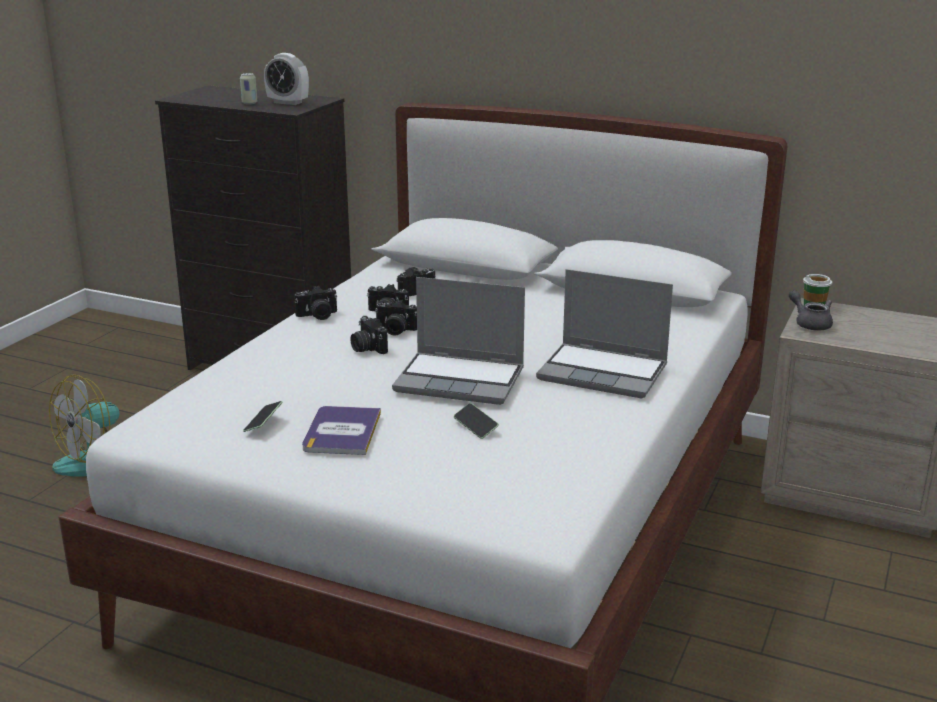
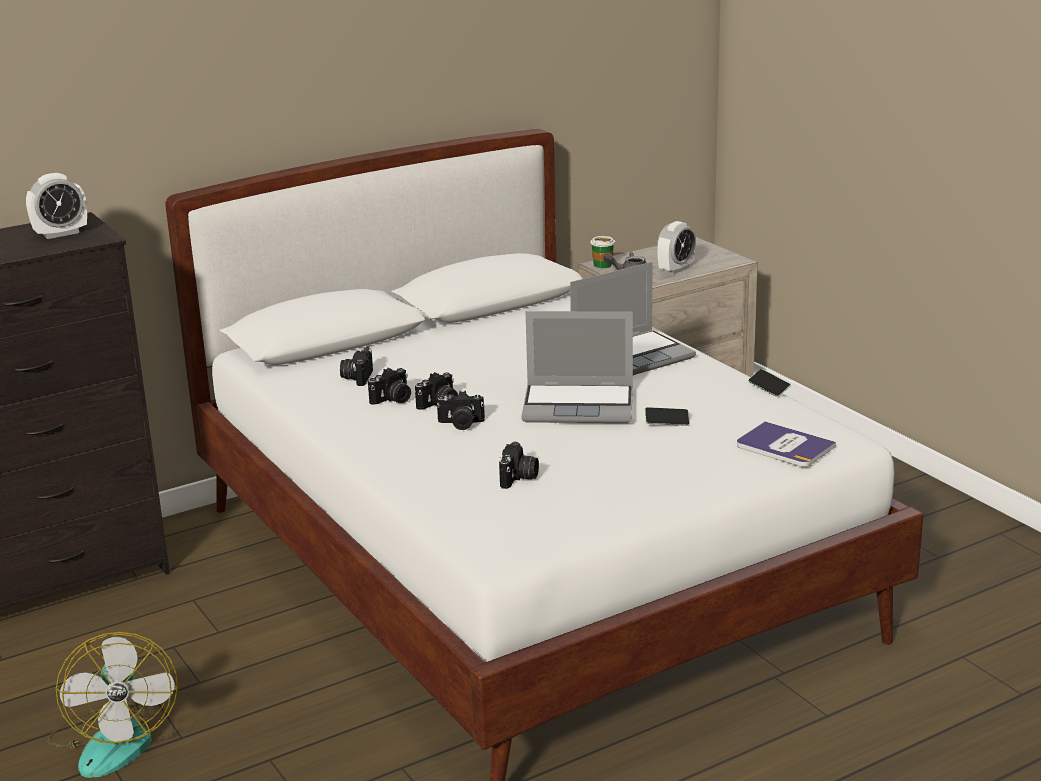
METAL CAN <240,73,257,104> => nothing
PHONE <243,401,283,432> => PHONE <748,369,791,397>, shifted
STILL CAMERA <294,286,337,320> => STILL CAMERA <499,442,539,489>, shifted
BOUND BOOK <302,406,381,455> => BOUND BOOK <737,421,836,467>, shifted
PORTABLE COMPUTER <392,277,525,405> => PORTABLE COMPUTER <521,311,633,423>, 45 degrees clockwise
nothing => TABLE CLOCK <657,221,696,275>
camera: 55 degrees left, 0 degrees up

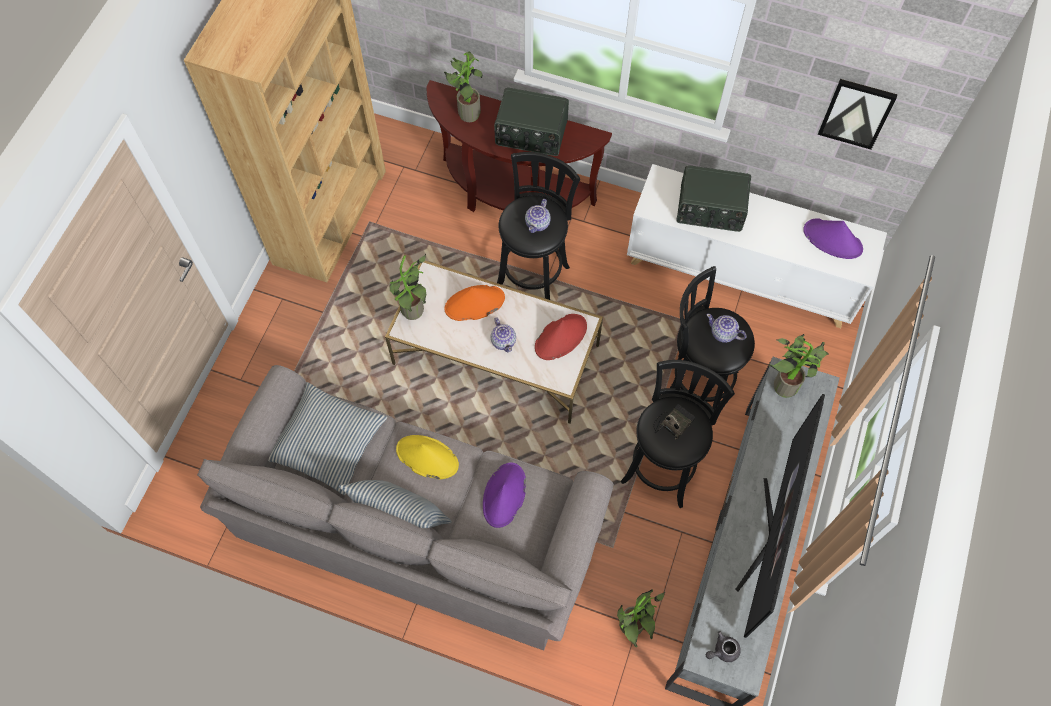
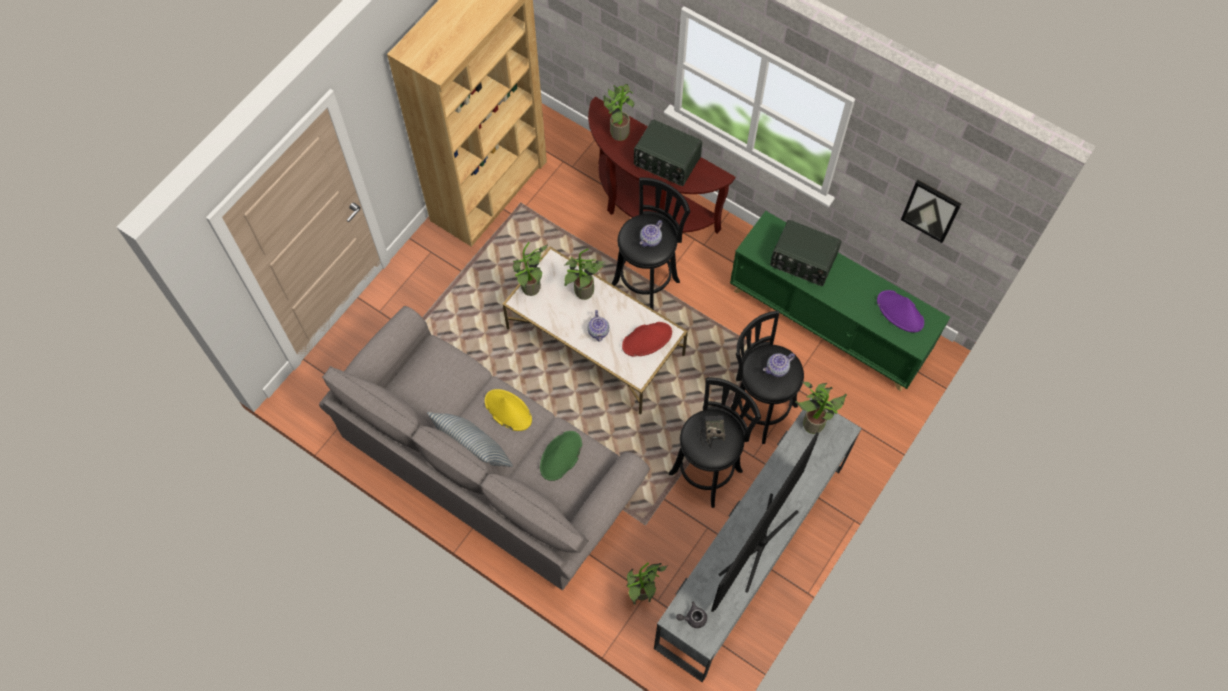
PILLOW <268,382,387,495> => nothing
ORANGE WEARABLE HAT <445,285,505,321> => HOUSEPLANT <564,248,606,300>
PURPLE-COLOURED WEARABLE HAT <483,462,526,528> => GREEN-COLOURED WEARABLE HAT <540,431,582,481>
WHITISH CABINET <627,164,887,328> => GREEN-COLOURED CABINET <730,211,950,391>
RADIO <653,404,696,440> => RADIO <701,416,725,448>, 60 degrees counterclockwise
POT FOR TEA <707,314,747,343> => POT FOR TEA <763,353,795,377>, 75 degrees counterclockwise
camera: 15 degrees right, 0 degrees up

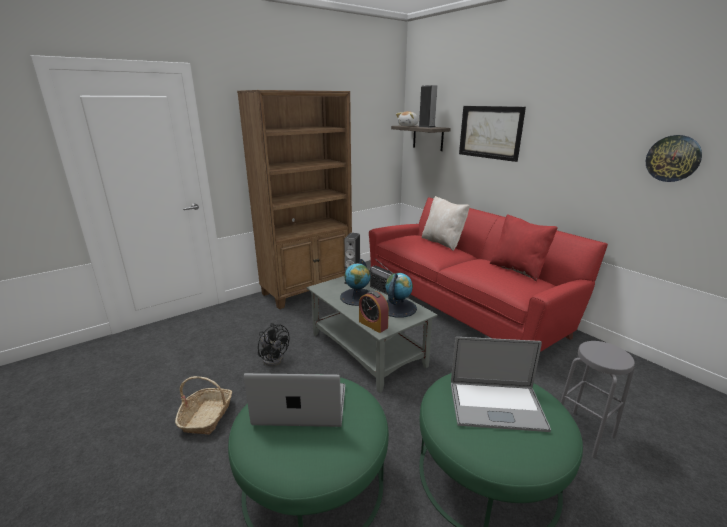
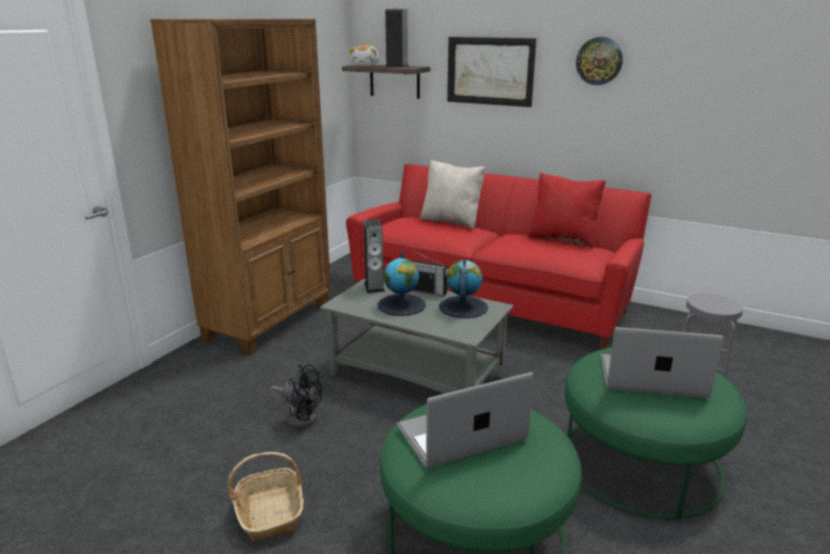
TABLE CLOCK <359,291,389,333> => nothing
PORTABLE COMPUTER <451,337,551,432> => PORTABLE COMPUTER <601,327,723,398>, 150 degrees counterclockwise
HANGING CLOCK <646,135,702,182> => HANGING CLOCK <576,37,623,85>, shifted
camera: 25 degrees left, 0 degrees up

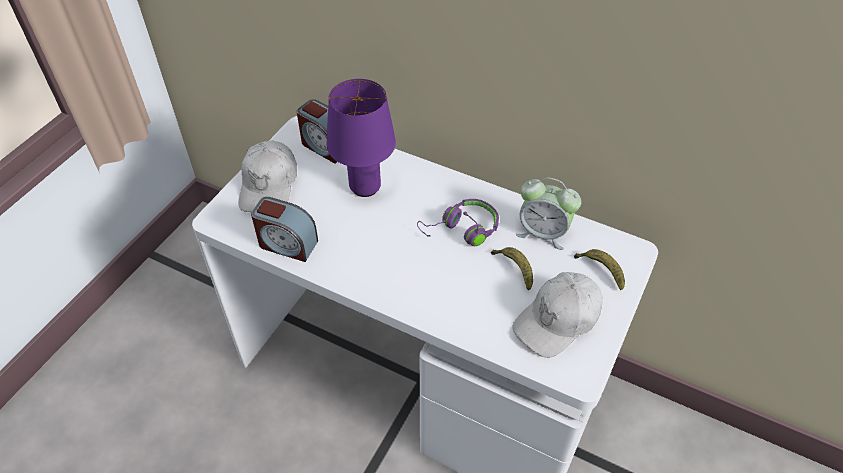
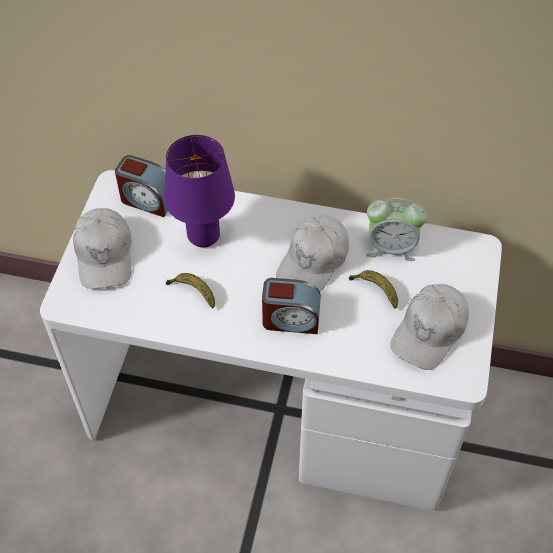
TABLE CLOCK <251,197,318,262> => TABLE CLOCK <262,278,321,334>, shifted
PURPLE-COLOURED HEADPHONES <417,199,499,246> => WHITISH CAP <276,216,349,292>
BANANA FRUIT <574,249,625,290> => BANANA FRUIT <166,273,215,308>, shifted
camera: 15 degrees left, 5 degrees up

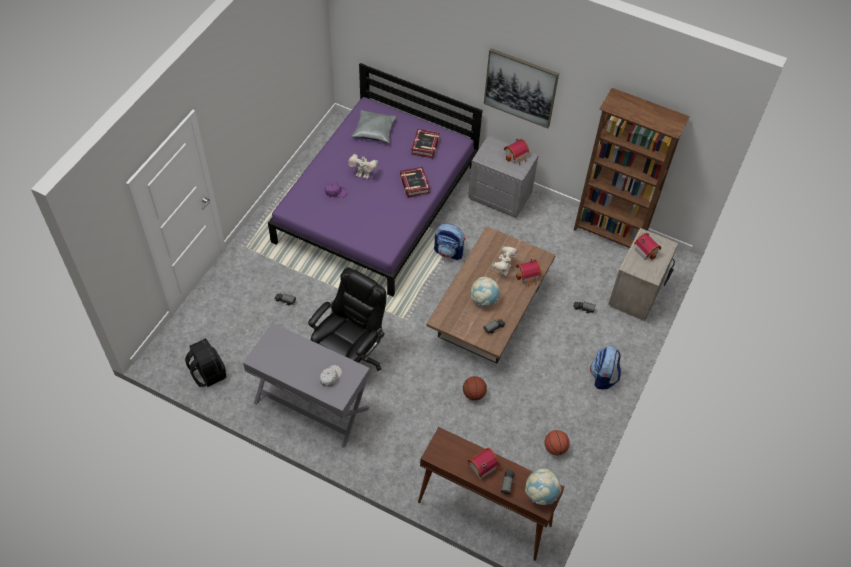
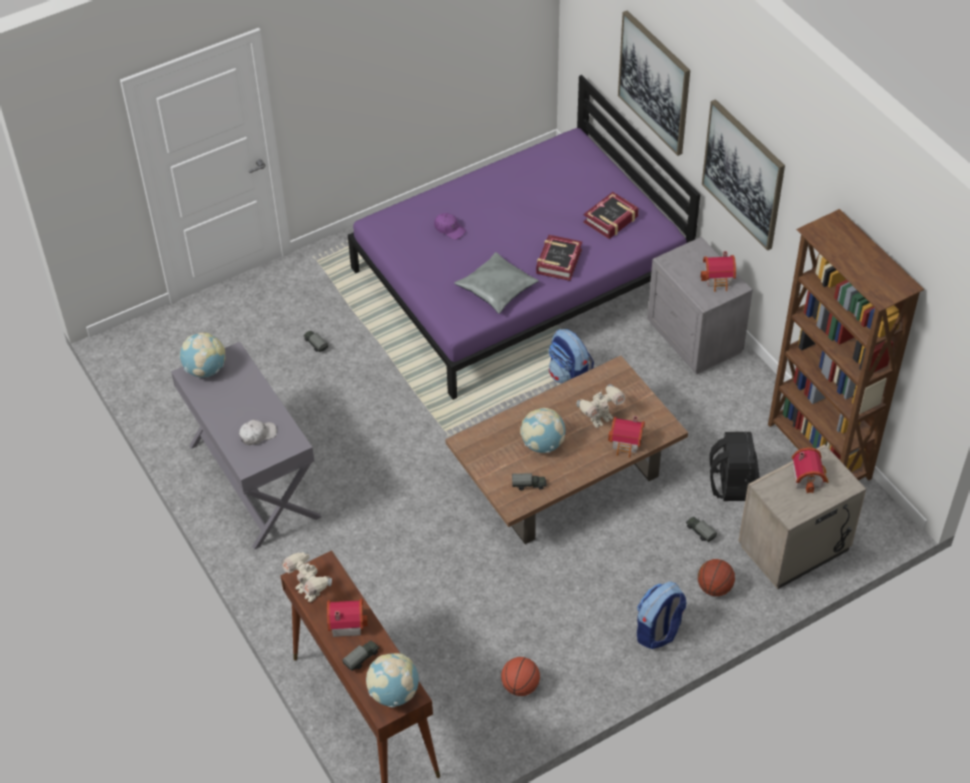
BLACK RUCKSACK <185,338,226,387> => BLACK RUCKSACK <710,431,760,501>, shifted
BLACK COMPUTER CHAIR <308,267,386,371> => nothing
MODEL ROBOT <348,154,378,179> => MODEL ROBOT <282,550,332,602>, shifted
GREYISH PILLOW <351,110,397,143> => GREYISH PILLOW <454,252,539,314>, shifted
BASKETBALL BALL <463,376,487,401> => BASKETBALL BALL <698,559,735,596>, shifted
nothing => DESK GLOBE <180,332,226,378>
nothing => WALL ART <618,10,690,156>
camera: 35 degrees right, 5 degrees down

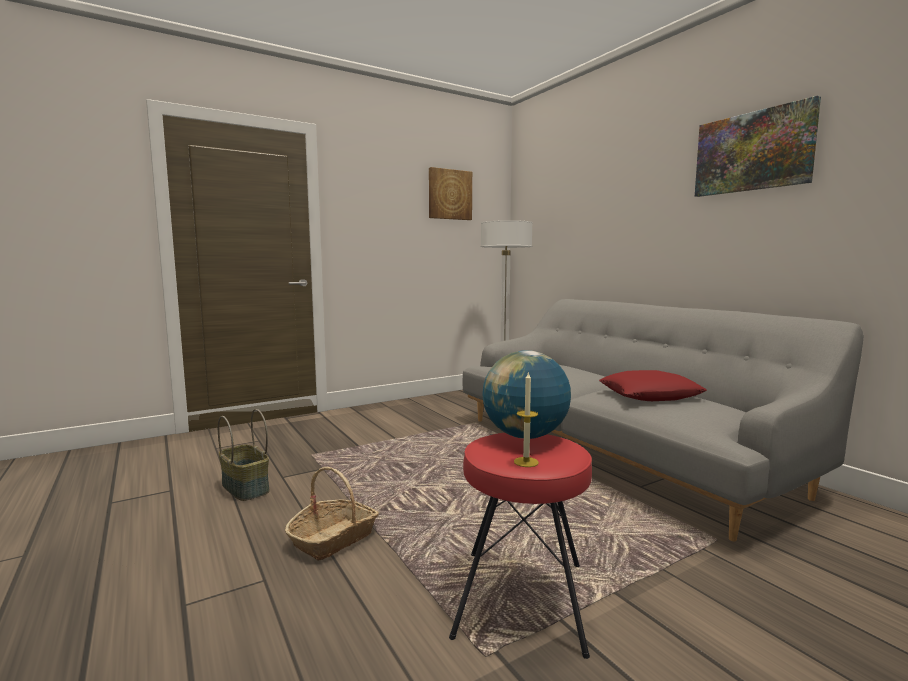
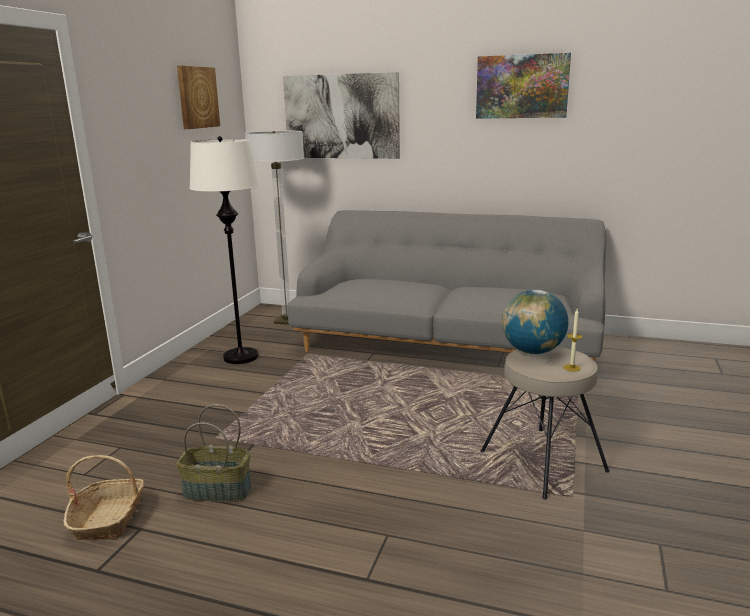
HOUSEHOLD BASKET <285,467,379,561> => HOUSEHOLD BASKET <64,455,144,540>, shifted
RED SITTING STOOL <449,433,592,659> => SAND-COLOURED SITTING STOOL <480,347,609,499>
RED PILLOW <599,370,707,401> => nothing
nothing => WHITISH STANDING LAMP <189,136,259,364>
nothing => WALL ART <283,72,400,159>
camera: 40 degrees left, 10 degrees up

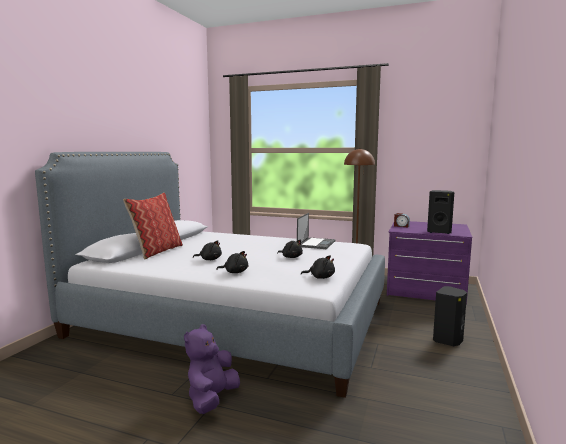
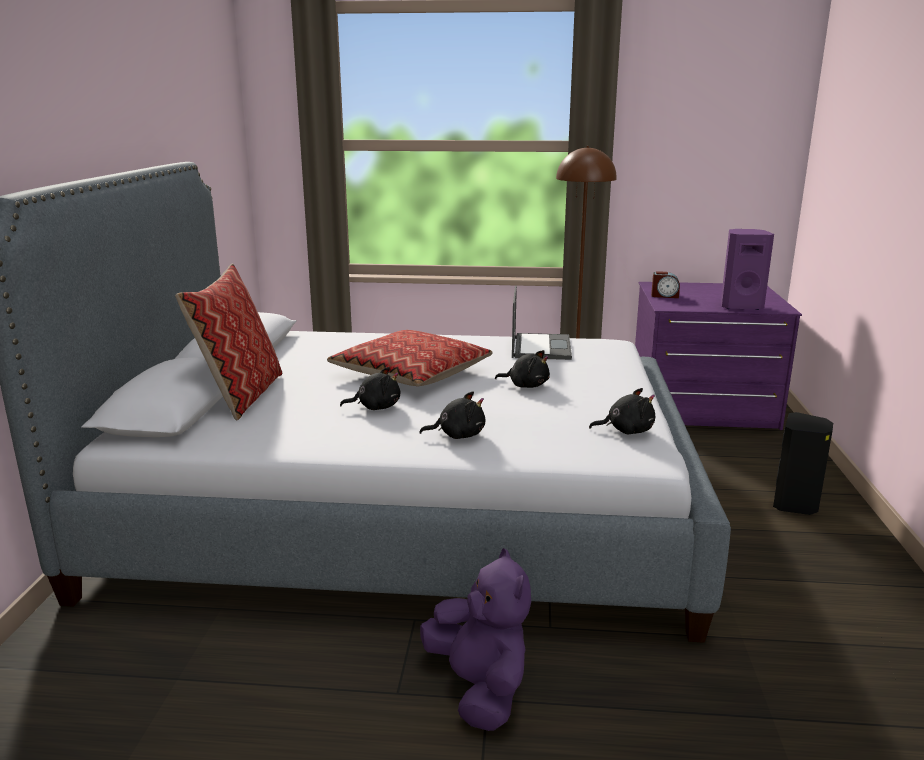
PURPLE-COLOURED PLUSH TOY <184,324,240,414> => PURPLE-COLOURED PLUSH TOY <420,548,531,731>, 150 degrees clockwise
BLACK AUDIO SPEAKER <427,190,454,234> => PURPLE-COLOURED AUDIO SPEAKER <721,229,774,310>
nothing => PILLOW <327,330,493,386>
camera: 15 degrees left, 10 degrees up

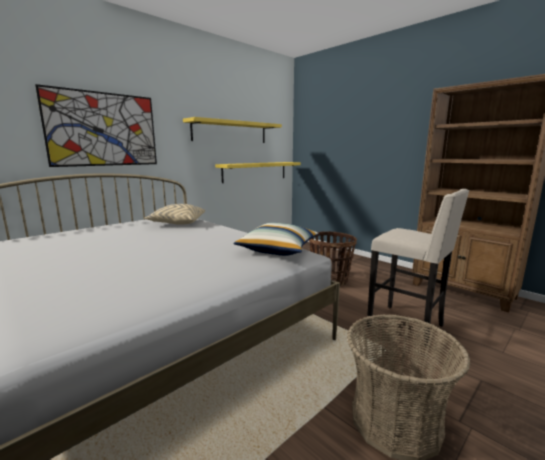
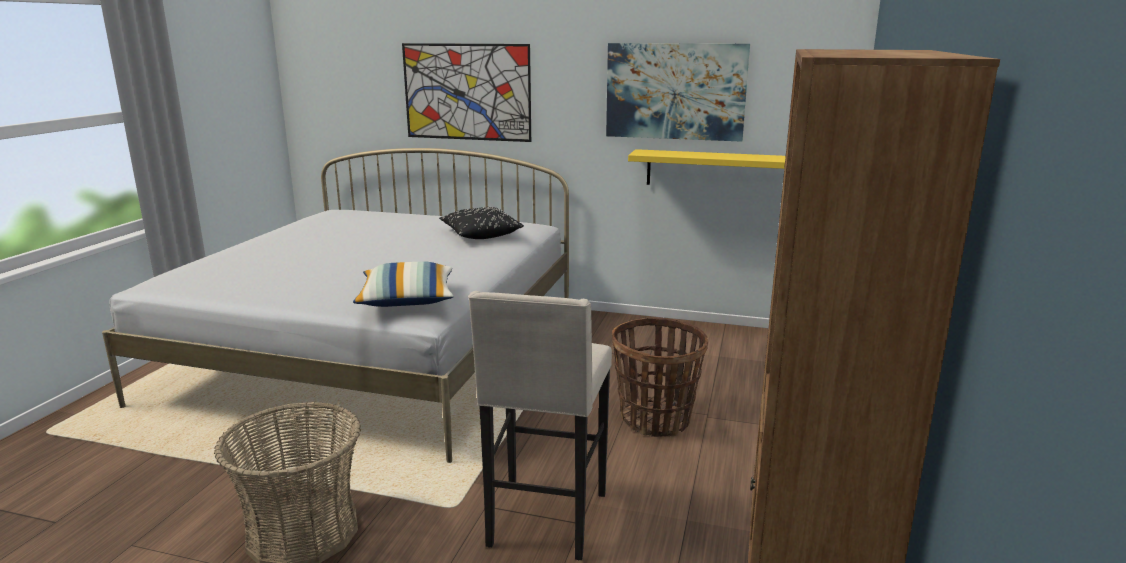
SAND-COLOURED PILLOW <144,204,205,225> => BLACK PILLOW <439,207,524,239>
YELLOW-COLOURED WALL SHELF <183,117,282,143> => WALL ART <606,43,750,142>
camera: 60 degrees right, 5 degrees up

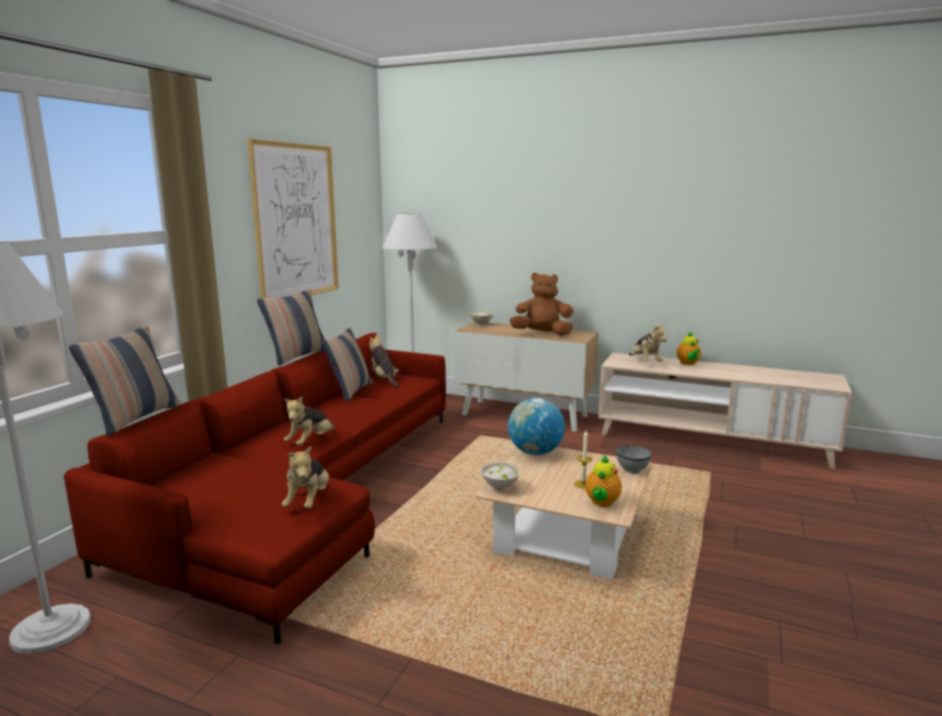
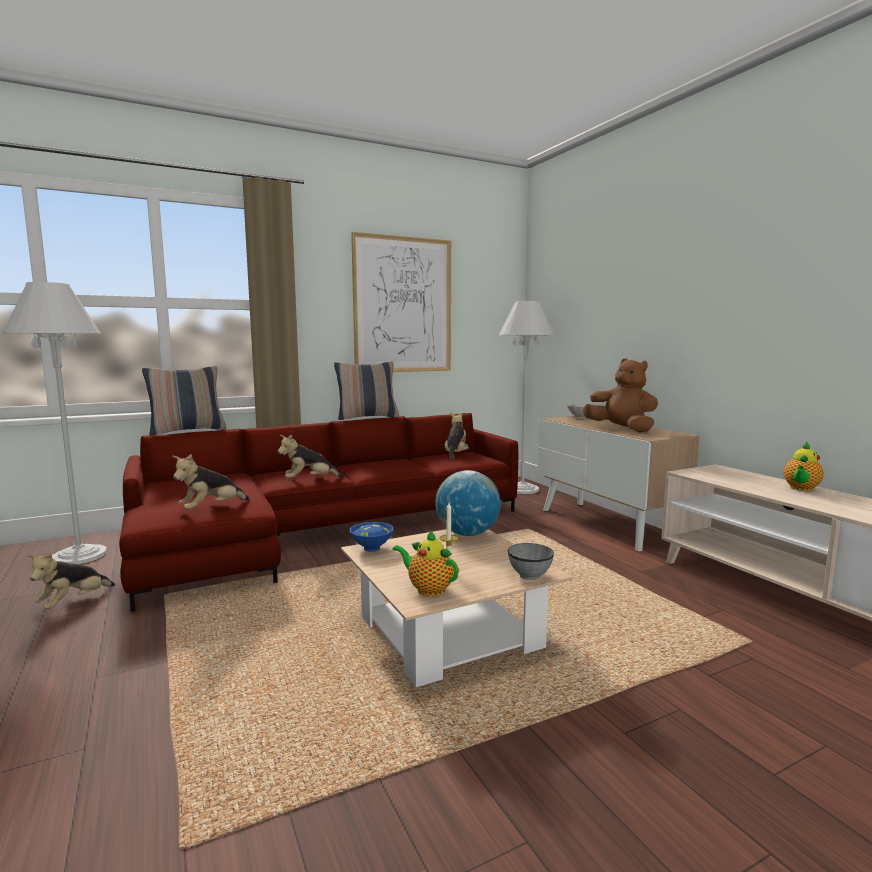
PILLOW <322,327,372,402> => nothing
WHITISH BOWL <480,462,521,492> => BLUISH BOWL <350,522,394,552>
POT FOR TEA <585,456,622,507> => POT FOR TEA <393,530,459,597>, 60 degrees clockwise
PLUSH TOY <629,323,667,362> => PLUSH TOY <27,552,115,609>, shifted
camera: 40 degrees right, 5 degrees down

